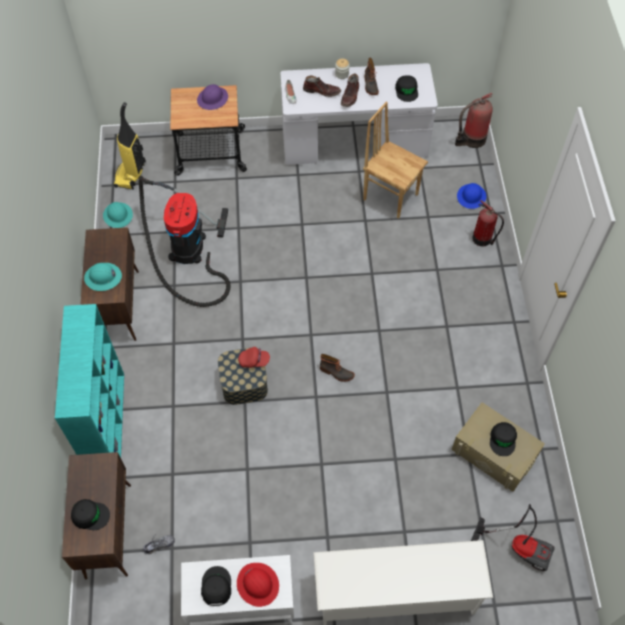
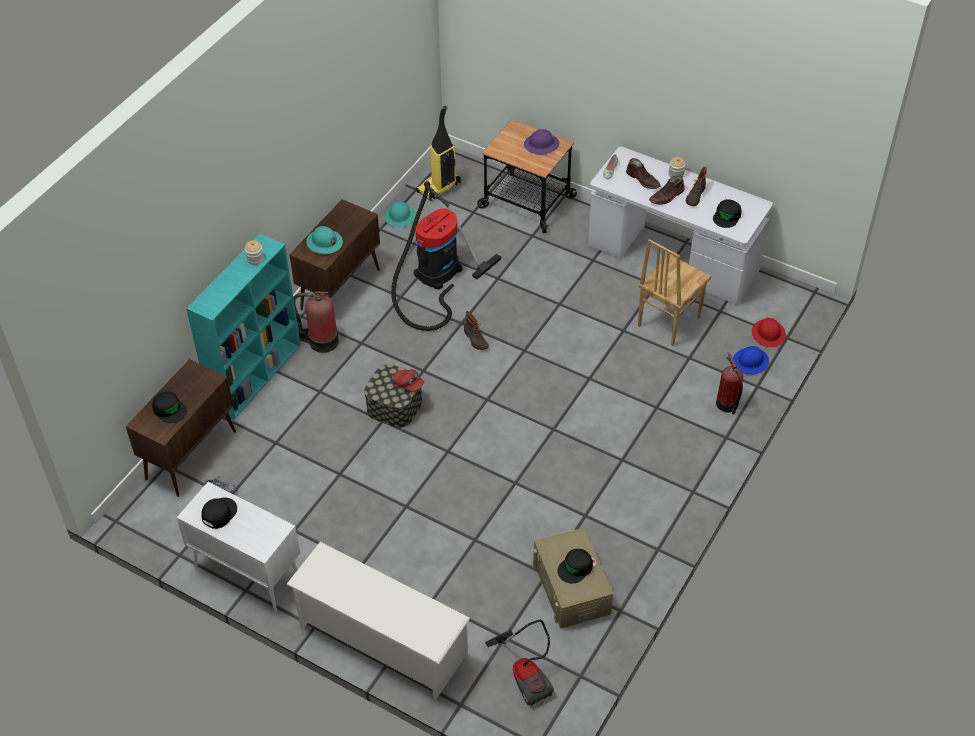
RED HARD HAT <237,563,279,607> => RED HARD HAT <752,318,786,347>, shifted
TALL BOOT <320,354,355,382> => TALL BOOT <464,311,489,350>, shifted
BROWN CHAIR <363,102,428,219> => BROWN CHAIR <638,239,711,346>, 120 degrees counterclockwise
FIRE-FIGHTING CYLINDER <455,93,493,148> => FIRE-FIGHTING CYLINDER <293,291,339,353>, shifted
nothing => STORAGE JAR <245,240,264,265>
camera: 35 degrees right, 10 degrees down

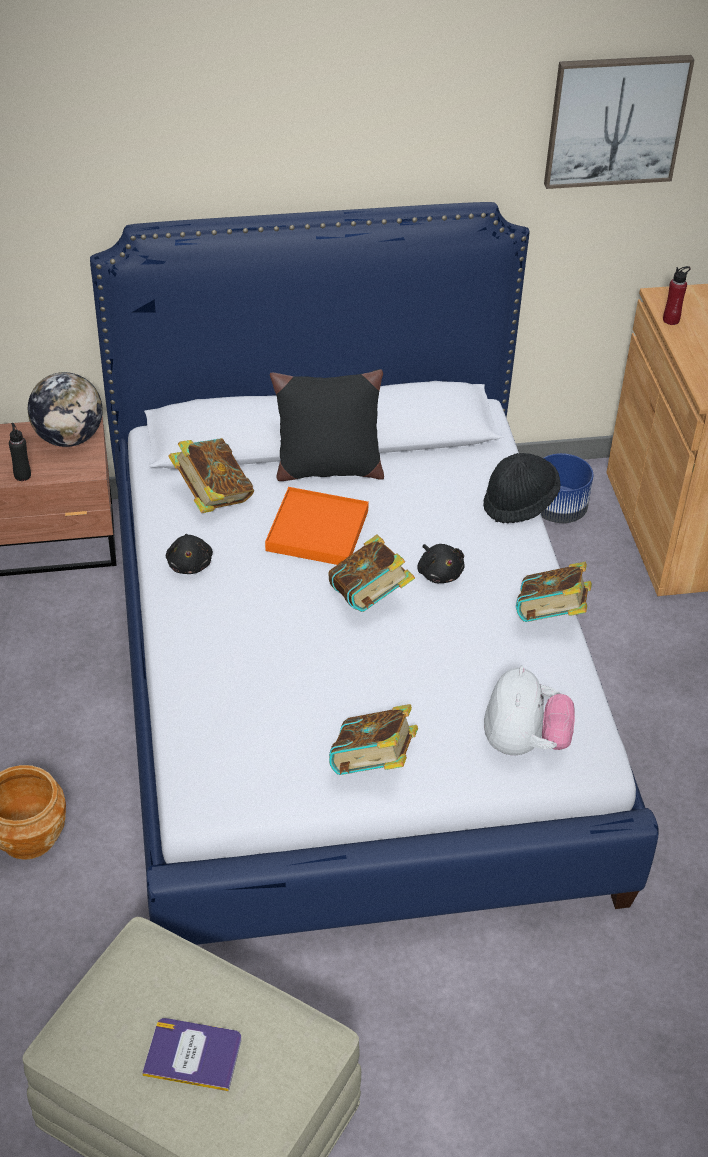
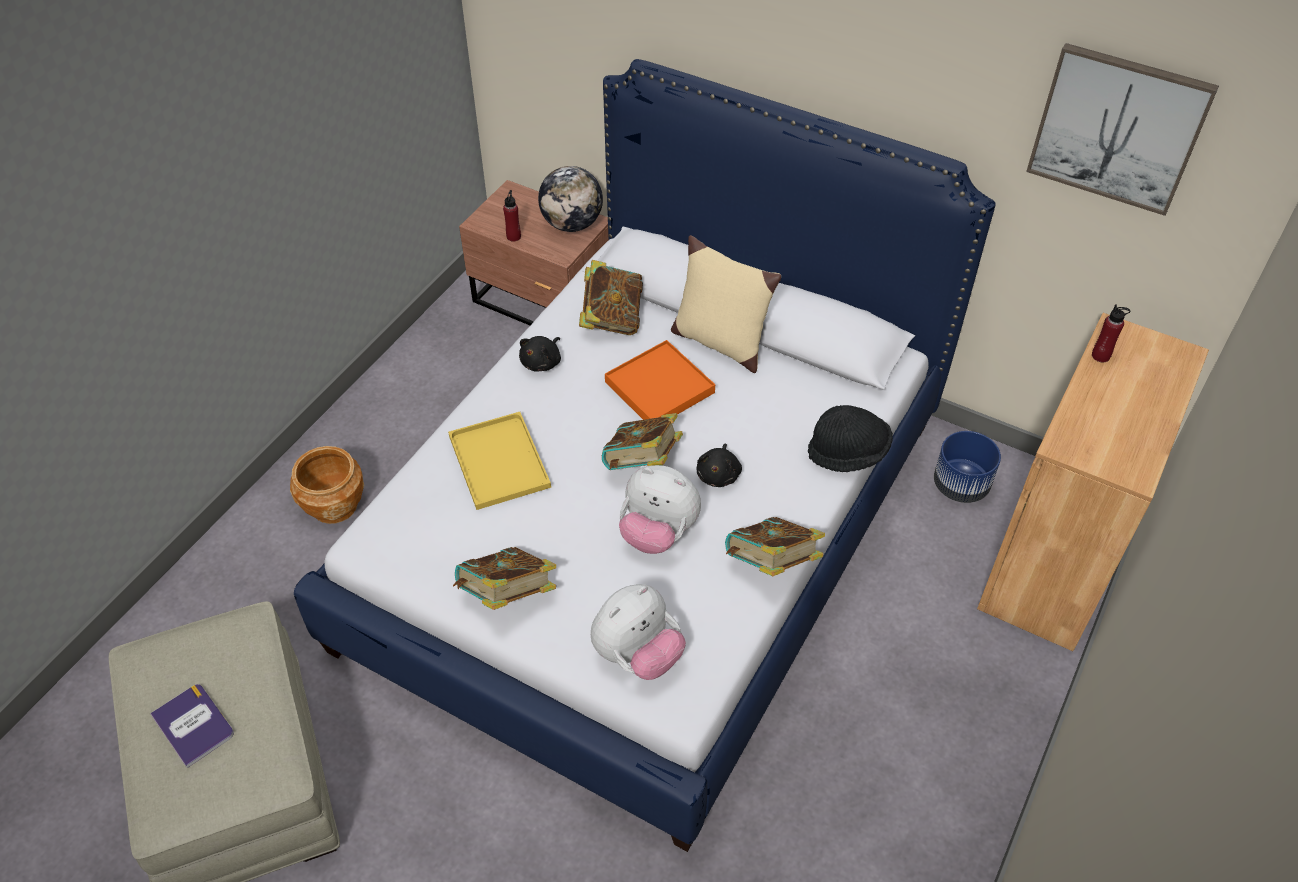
BLACK DRINK BOTTLE <9,423,31,481> => RED DRINK BOTTLE <503,190,521,242>
BLACK PILLOW <270,369,384,481> => SAND-COLOURED PILLOW <671,235,781,373>
nothing => YELLOW-COLOURED SERVING TRAY <448,412,551,510>
nothing => PLUSH TOY <619,465,701,554>
camera: 40 degrees right, 5 degrees up

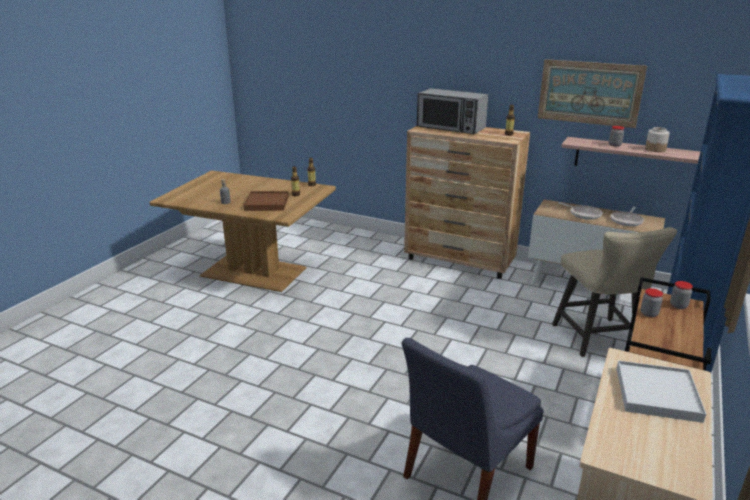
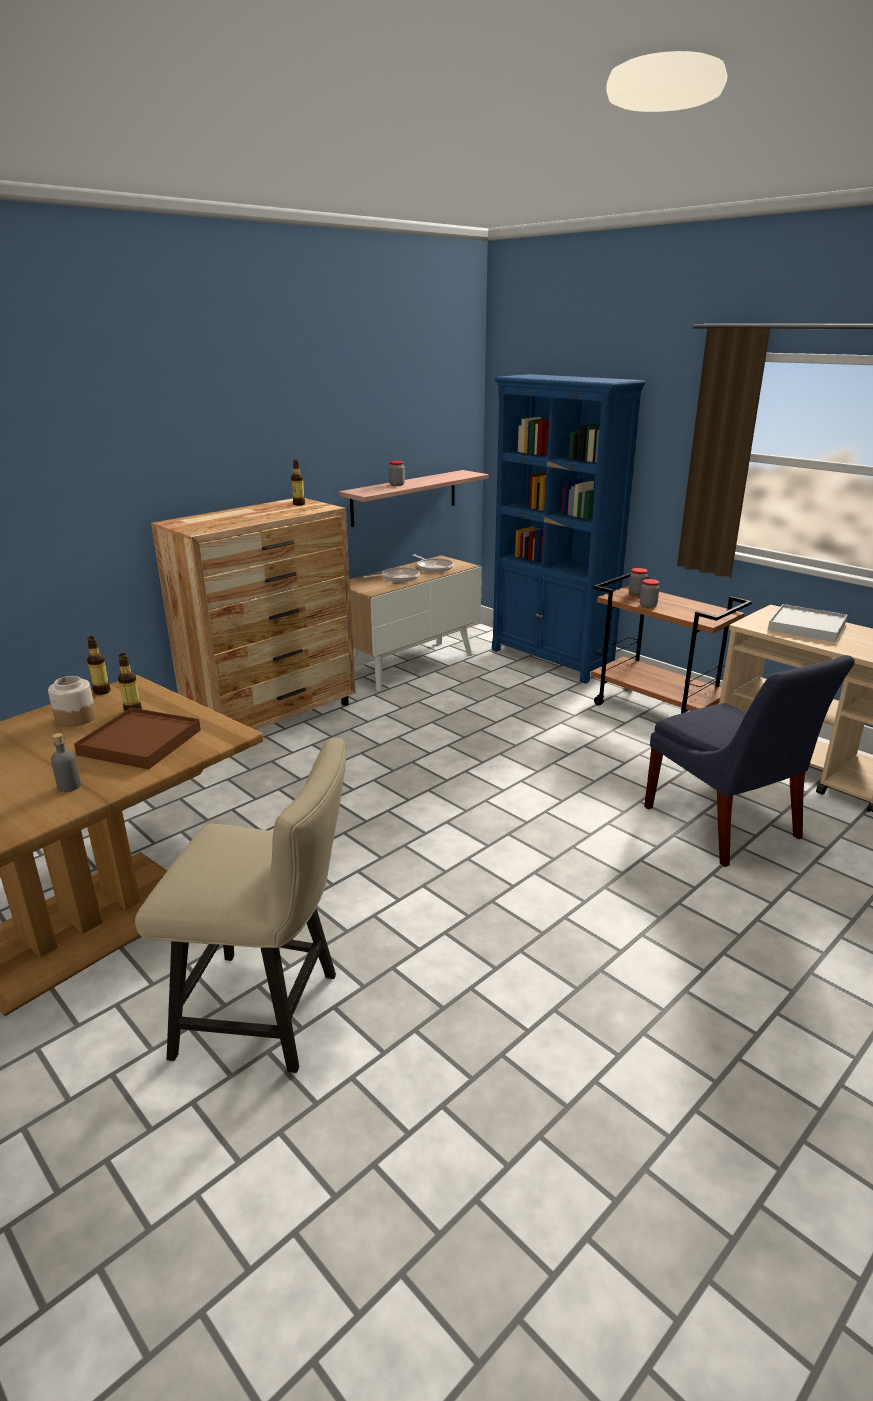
MICROWAVE <417,88,488,134> => nothing
WALL ART <538,59,647,128> => nothing
SAND-COLOURED CHAIR <552,227,677,357> => SAND-COLOURED CHAIR <135,738,346,1073>, shifted
STORAGE JAR <645,127,670,152> => STORAGE JAR <48,676,96,727>, shifted
camera: 70 degrees left, 0 degrees up

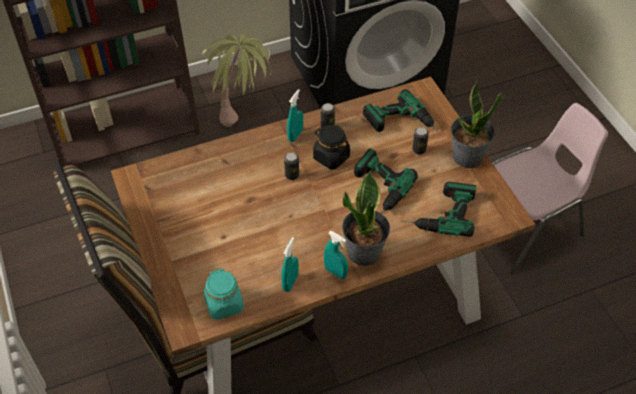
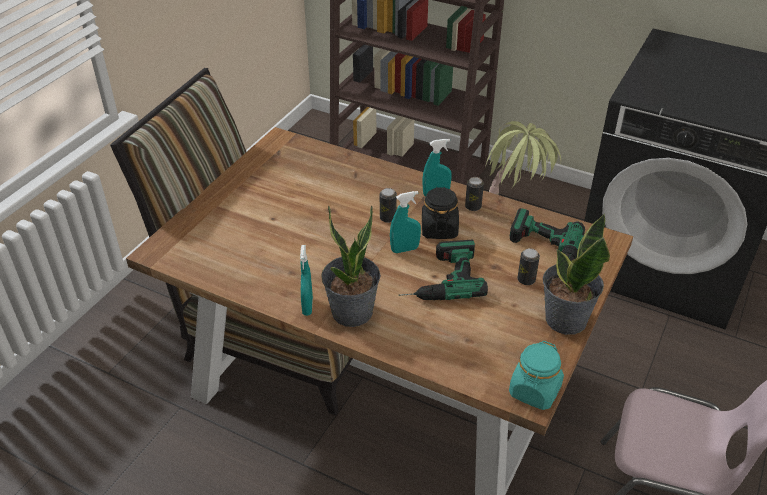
TURQUOISE STORAGE JAR <203,268,244,320> => TURQUOISE STORAGE JAR <509,341,564,410>, shifted
TURQUOISE HAND SPRAYER <281,237,299,292> => TURQUOISE HAND SPRAYER <390,191,421,253>, shifted
ELECTRIC DRILL <401,182,476,237> => nothing
camera: 50 degrees right, 10 degrees down

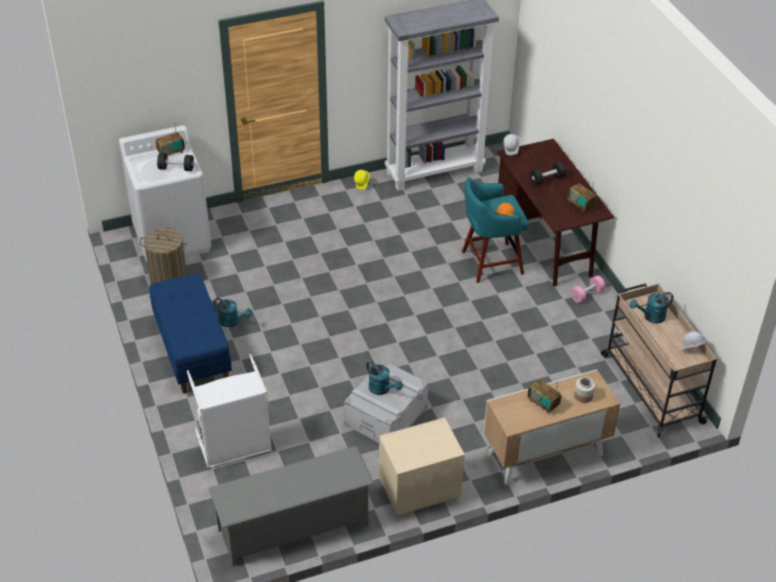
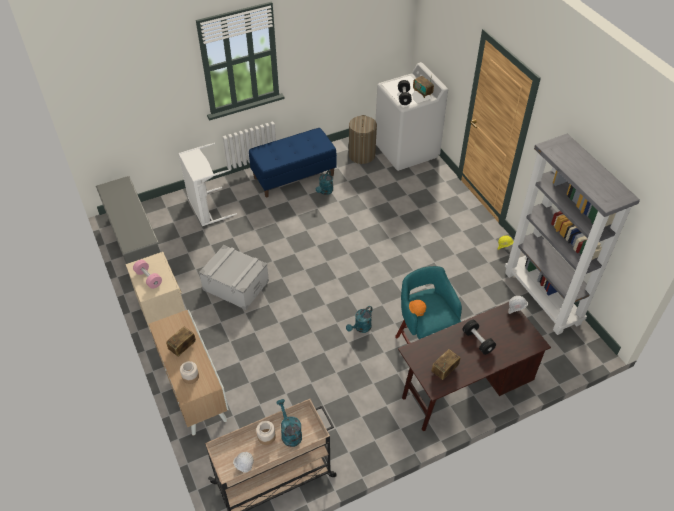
TURQUOISE WATERING CAN <366,361,403,395> => TURQUOISE WATERING CAN <346,306,373,333>, shifted
PINKISH HAND WEIGHT <570,275,605,303> => PINKISH HAND WEIGHT <133,260,162,289>, shifted
nothing => STORAGE JAR <256,421,276,445>
camera: 85 degrees right, 5 degrees up

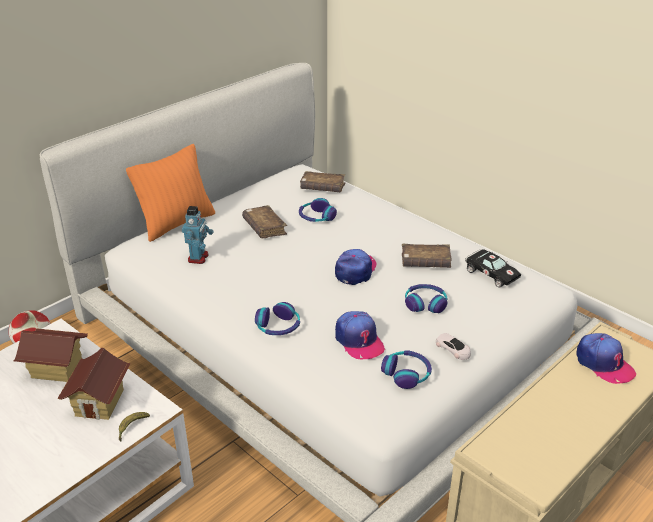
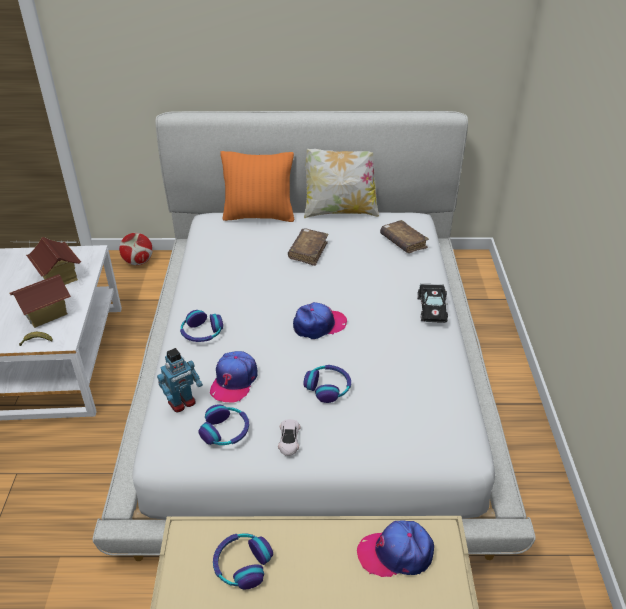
MODEL ROBOT <182,206,214,264> => MODEL ROBOT <157,348,203,412>, shifted
HEADPHONES <299,198,337,222> => HEADPHONES <213,534,273,589>, shifted
BROWN BOUND BOOK <402,244,452,268> => nothing
BLACK TOY CAR <465,249,521,288> => BLACK TOY CAR <417,284,448,323>, shifted
CAP <576,333,636,384> => CAP <357,520,434,577>, 75 degrees clockwise
nothing => PILLOW <304,149,379,218>
camera: 45 degrees right, 5 degrees up

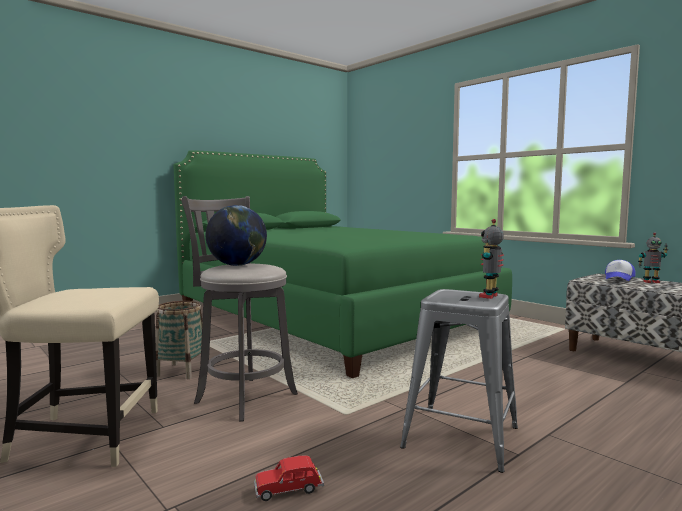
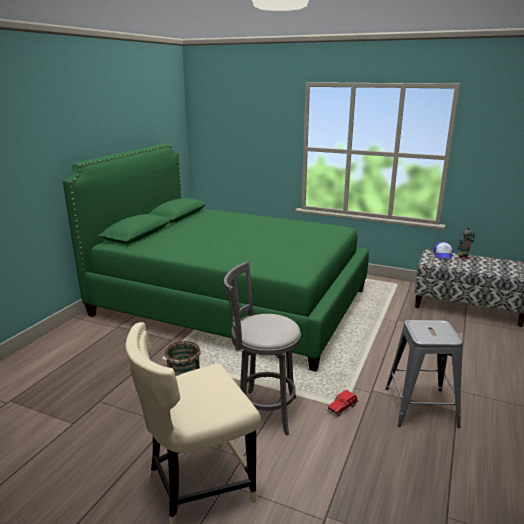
DESK GLOBE <206,205,267,266> => nothing
RED TOY CAR <254,455,324,501> => RED TOY CAR <327,390,359,417>, shifted
MODEL ROBOT <479,219,504,299> => nothing
camera: 25 degrees left, 15 degrees up

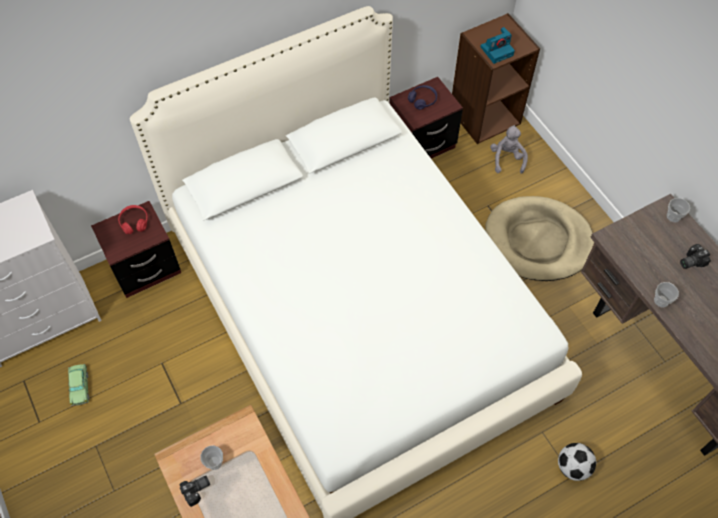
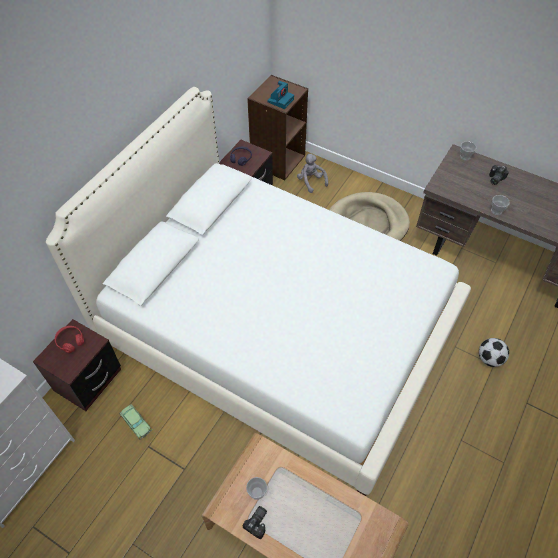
TOY CAR <68,364,90,406> => TOY CAR <119,404,152,440>, shifted
camera: 30 degrees left, 5 degrees down

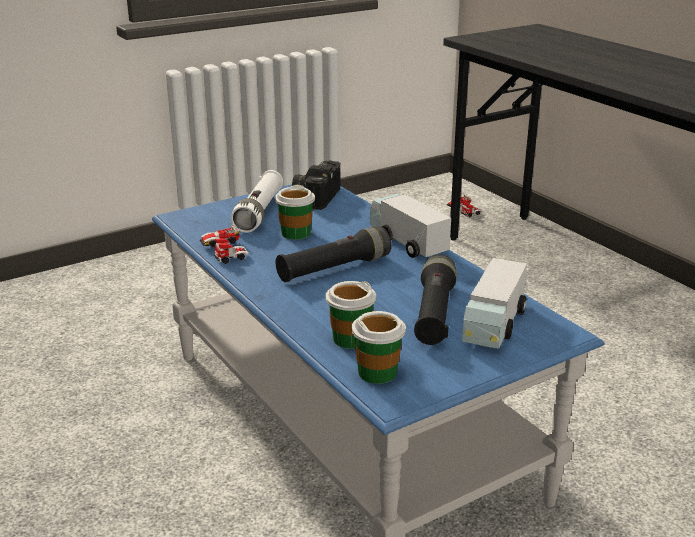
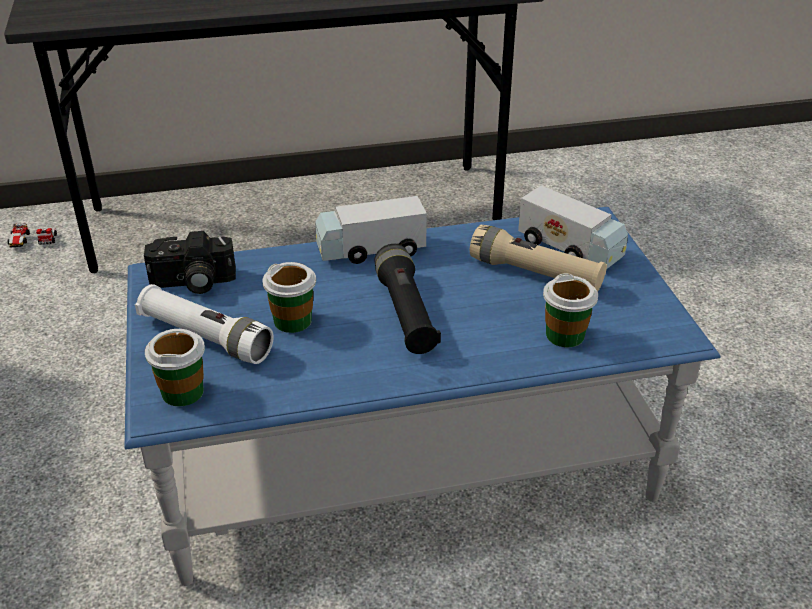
TOY CAR <200,224,249,264> => nothing
STILL CAMERA <292,160,341,210> => STILL CAMERA <144,231,236,294>, 45 degrees counterclockwise
SMALL CUP <351,311,406,384> => SMALL CUP <145,329,205,406>, shifted
BLACK TORCH <414,254,457,345> => SAND-COLOURED TORCH <470,225,607,292>
camera: 70 degrees left, 10 degrees up

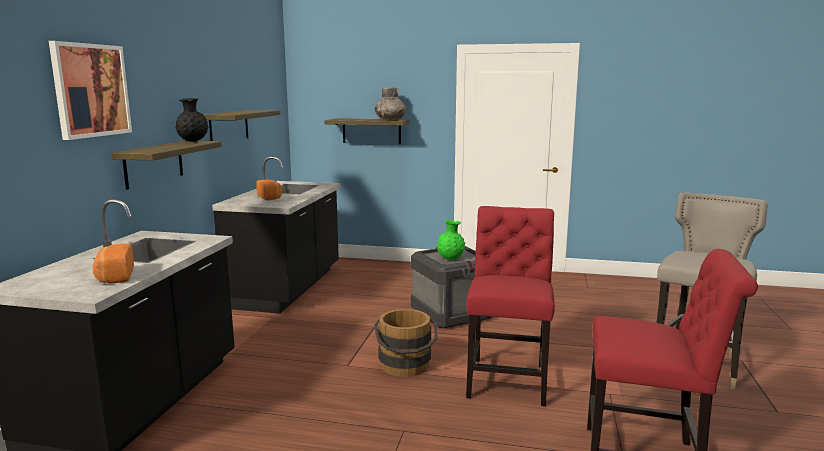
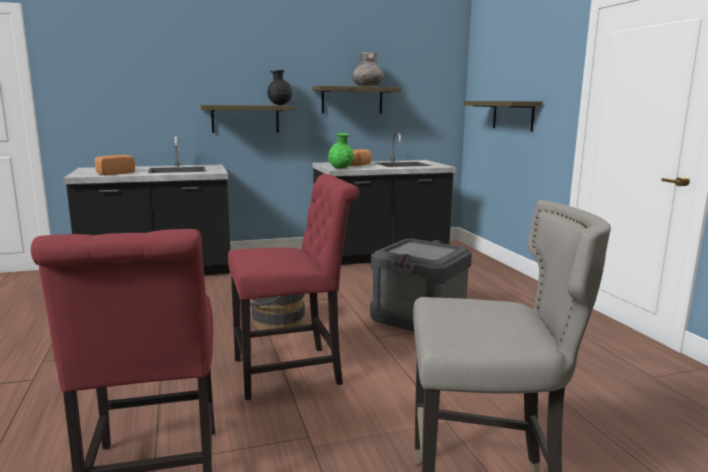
WALL ART <49,41,132,140> => nothing
GREYISH FLOWER VASE <375,87,406,120> => GREYISH FLOWER VASE <352,52,384,87>, shifted
GREEN-COLOURED FLOWER VASE <436,220,465,260> => GREEN-COLOURED FLOWER VASE <328,133,354,169>, shifted
camera: 60 degrees right, 0 degrees up

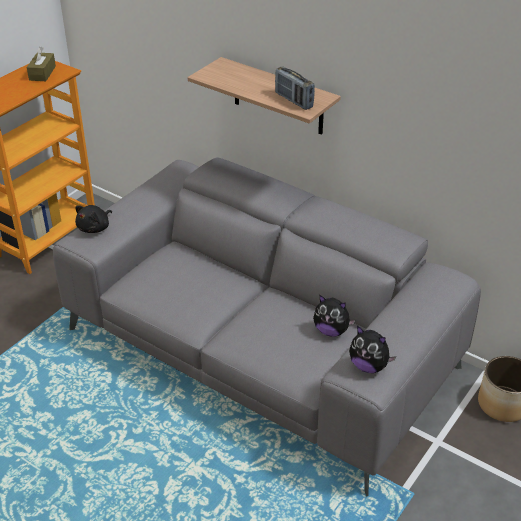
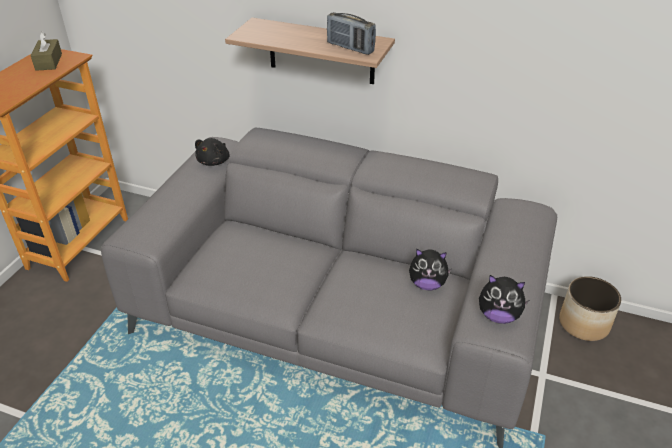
BLACK PLUSH TOY <75,205,112,233> => BLACK PLUSH TOY <195,138,230,166>, shifted
camera: 15 degrees left, 0 degrees up

